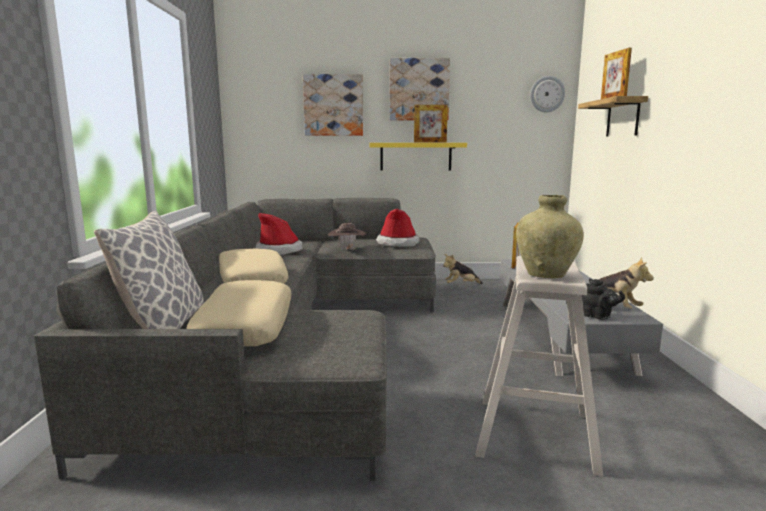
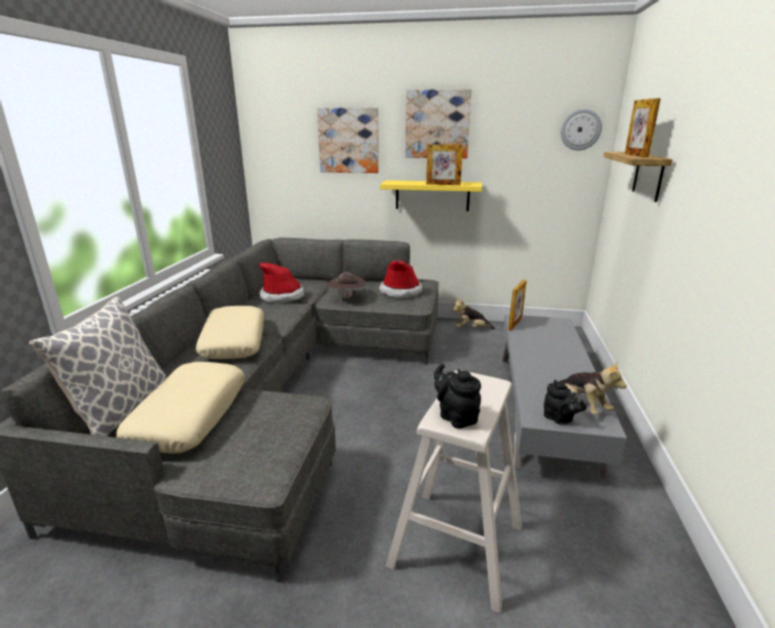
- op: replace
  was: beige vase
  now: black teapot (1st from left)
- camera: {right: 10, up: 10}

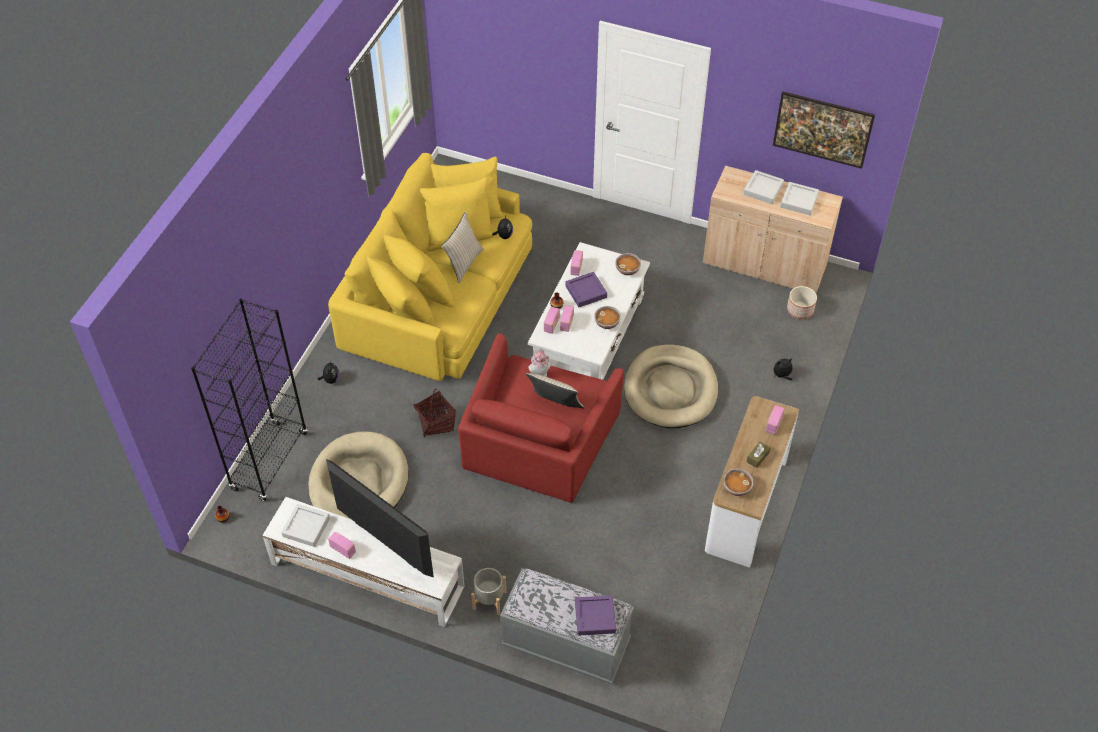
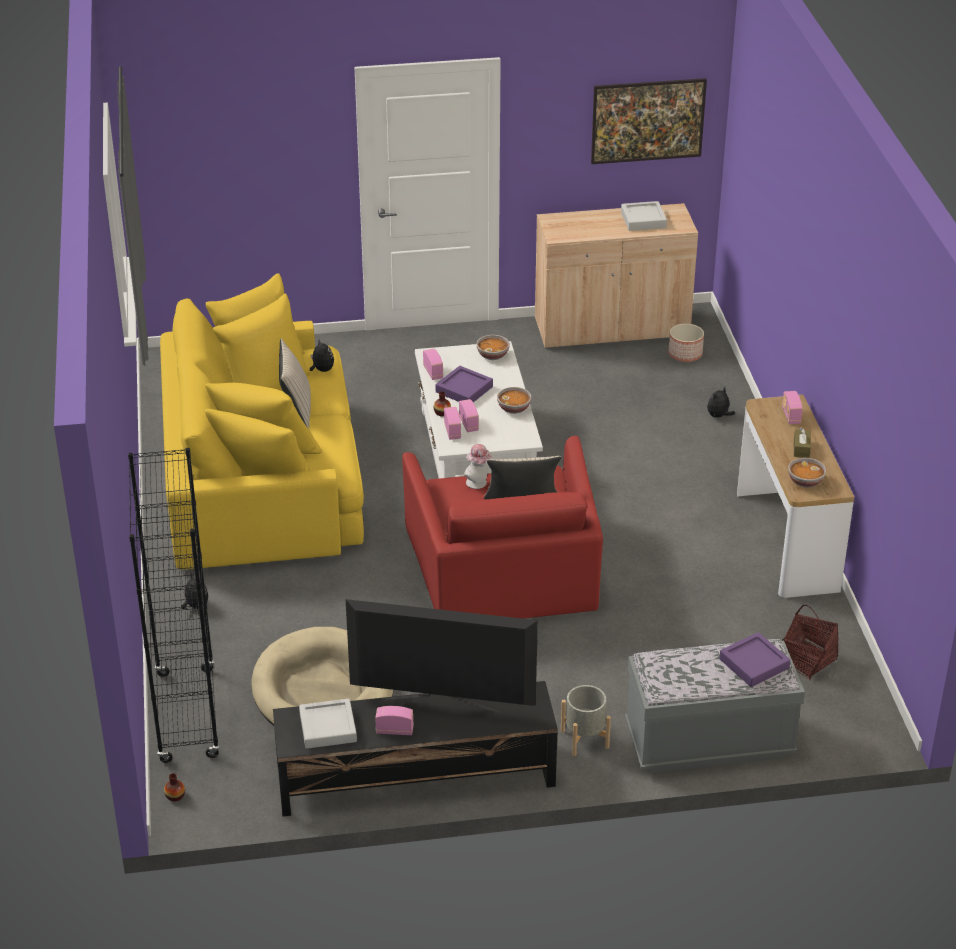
- op: delete
  was: grey tray (2nd from left)
- op: delete
  was: beige dog bed (2nd from left)
- op: move
  was: basket
- op: recolor
  was: white tv stand
  now: black tv stand
- camera: {right: -30, up: -15}

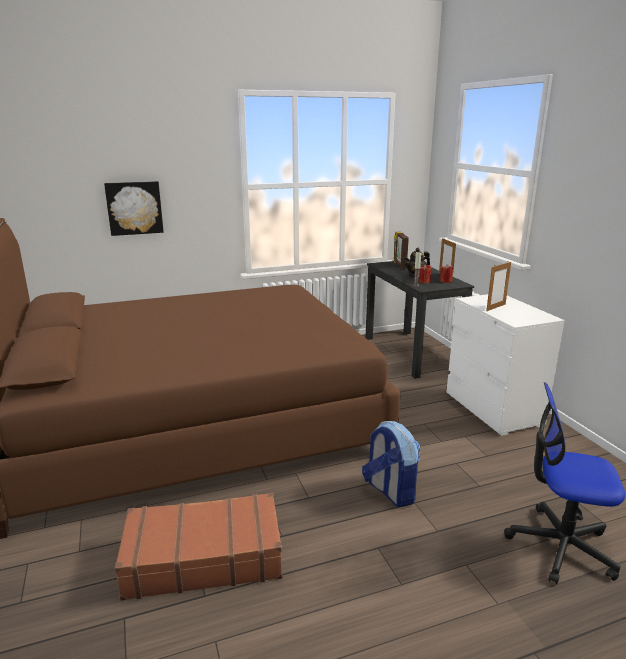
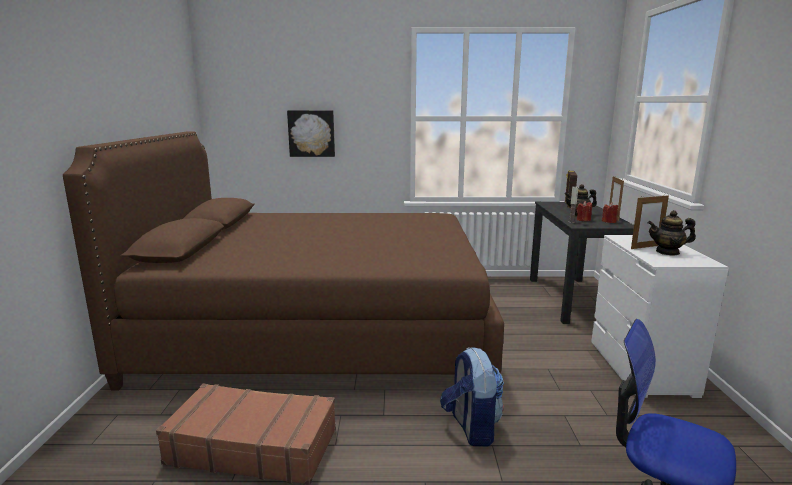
- op: insert
  now: teapot (2nd from left)
- camera: {right: 20, up: -5}

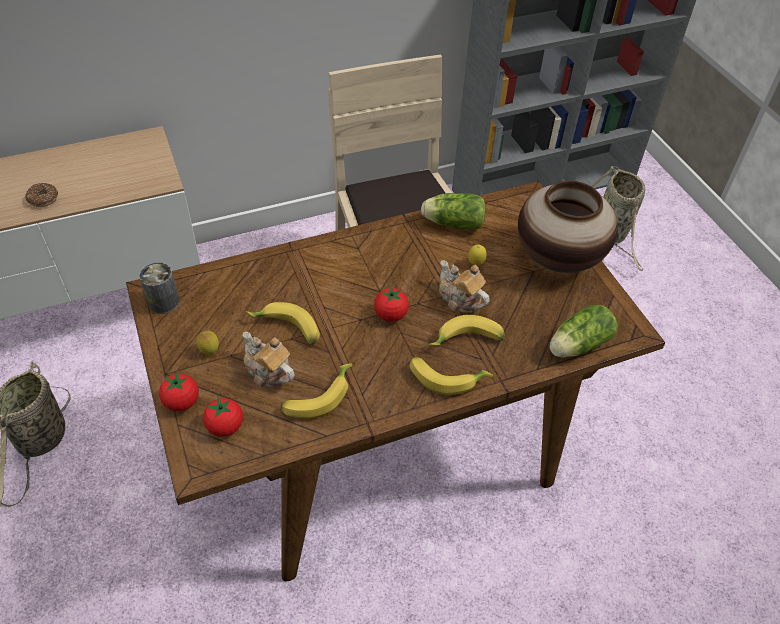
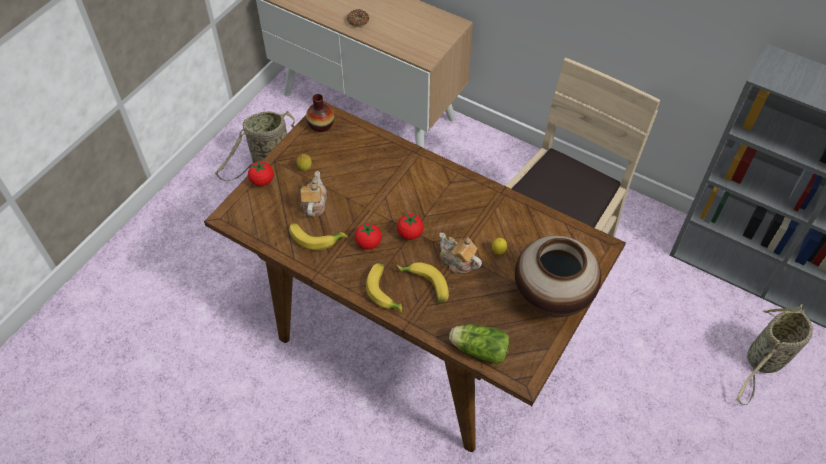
- op: delete
  was: lettuce (1st from left)
- op: rotate
  was: teapot (2nd from left)
  clockwise: -60
- op: replace
  was: can
  now: vase (1st from left)
- op: delete
  was: banana (1st from left)
- op: move
  was: tomato (2nd from left)
- camera: {right: 55, up: 5}

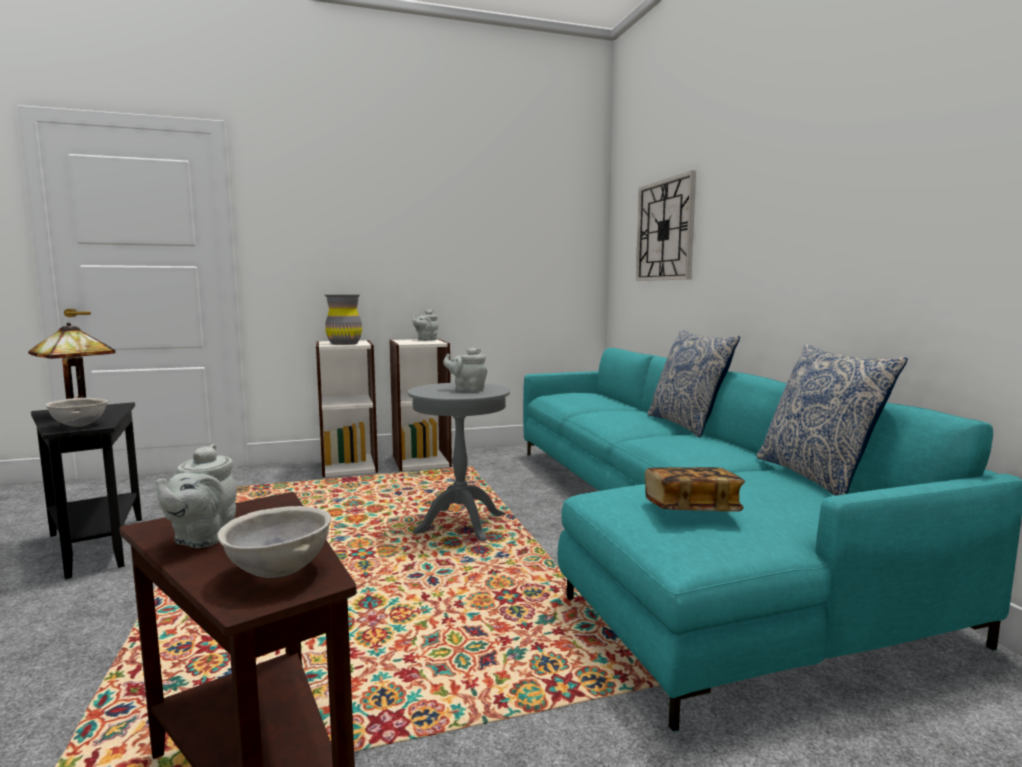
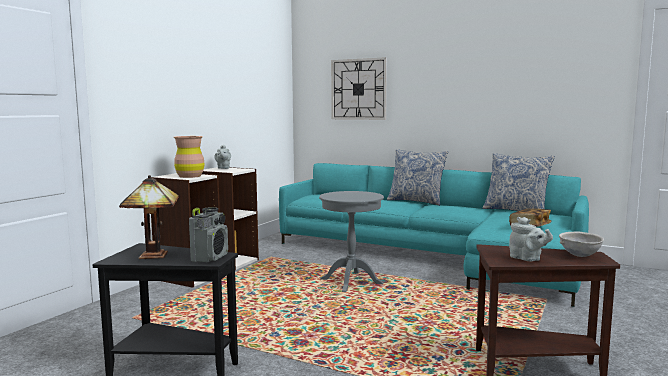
- op: recolor
  was: grey vase
  now: brown vase
- op: delete
  was: grey teapot (3rd from left)
- op: replace
  was: grey bowl (1st from left)
  now: radio
- camera: {right: -45, up: 0}

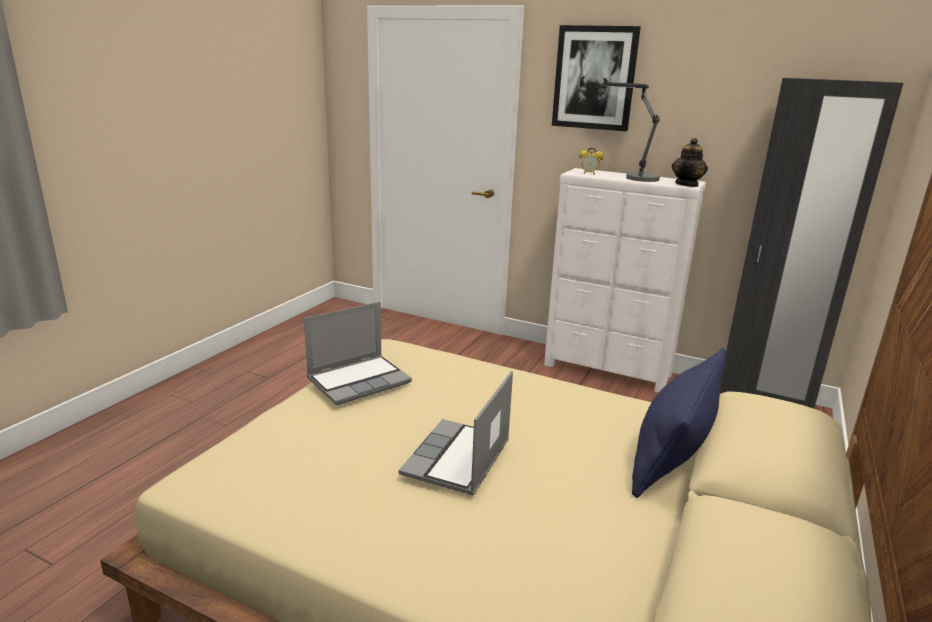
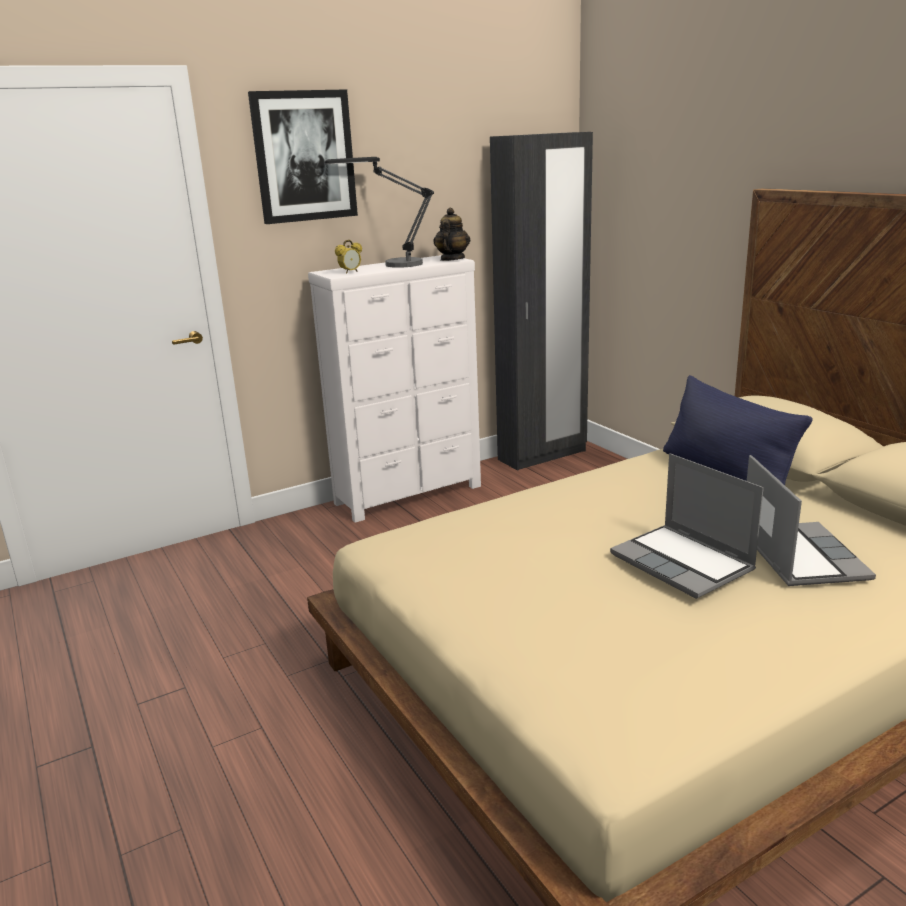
- op: rotate
  was: teapot
  clockwise: -135
- op: move
  was: laptop (1st from left in the first image)
  now: laptop (2nd from left)
- camera: {right: -55, up: 0}

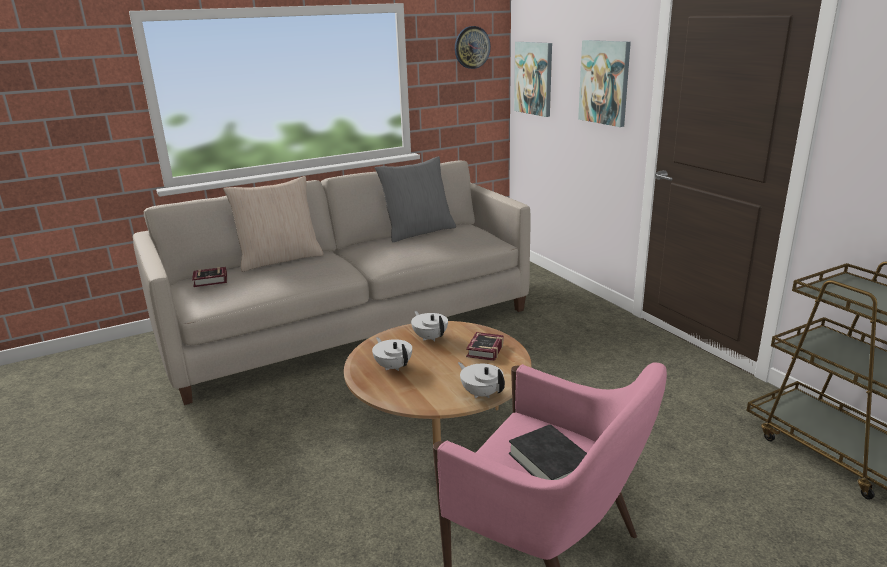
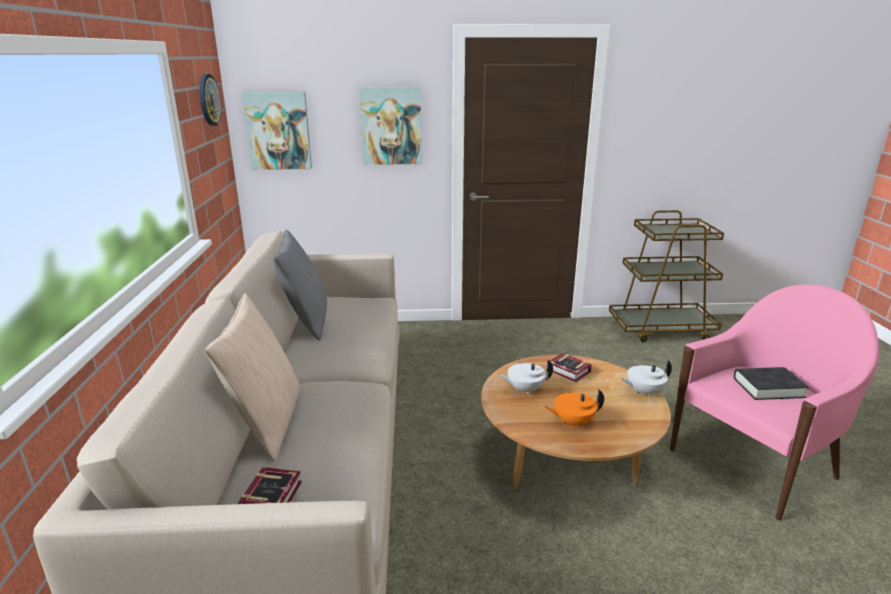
- op: recolor
  was: white teapot (1st from left)
  now: orange teapot
- camera: {right: -65, up: 0}

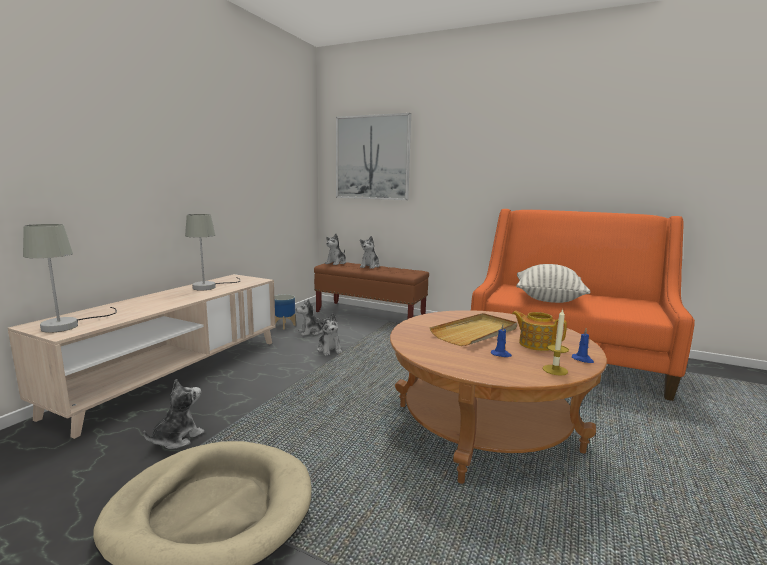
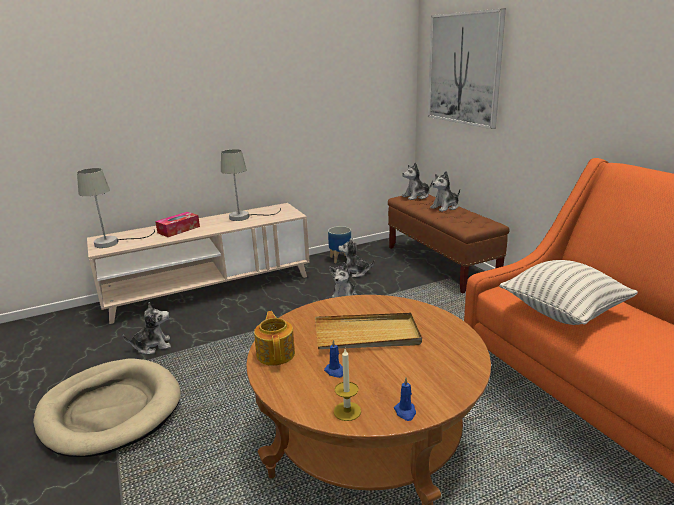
- op: move
  was: teapot
- op: insert
  now: tissue box
- camera: {right: 40, up: 10}

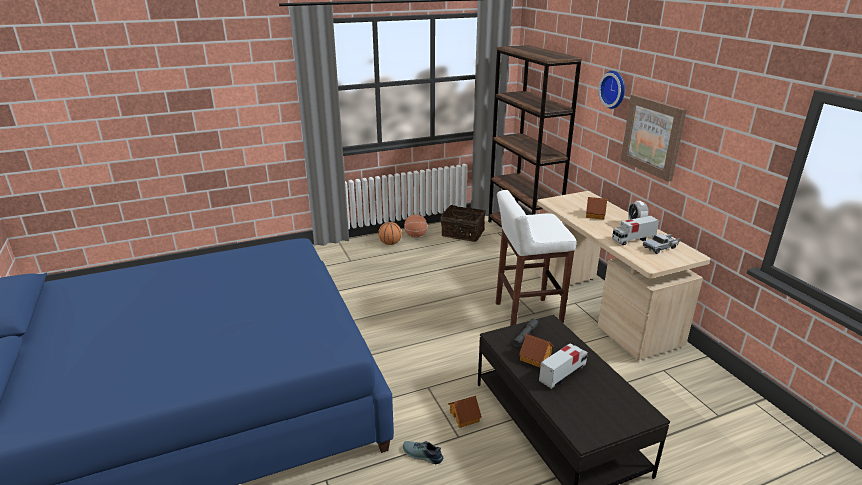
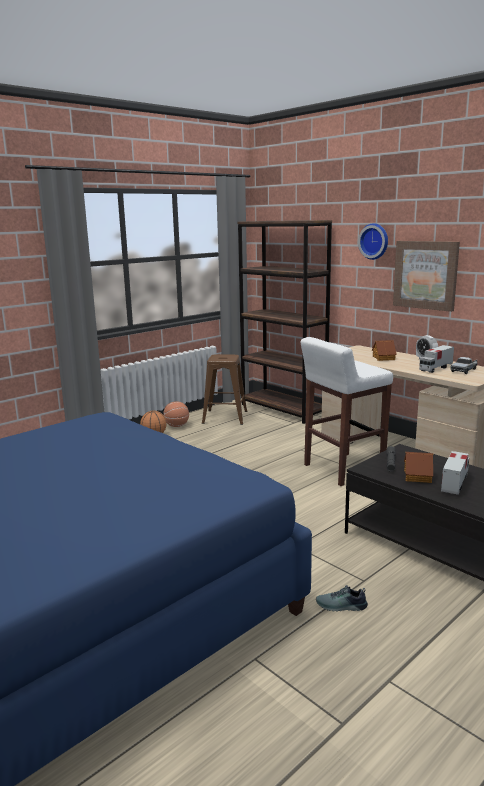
- op: replace
  was: basket
  now: brown stool
- op: delete
  was: toy house (1st from left)
- camera: {right: -20, up: -10}

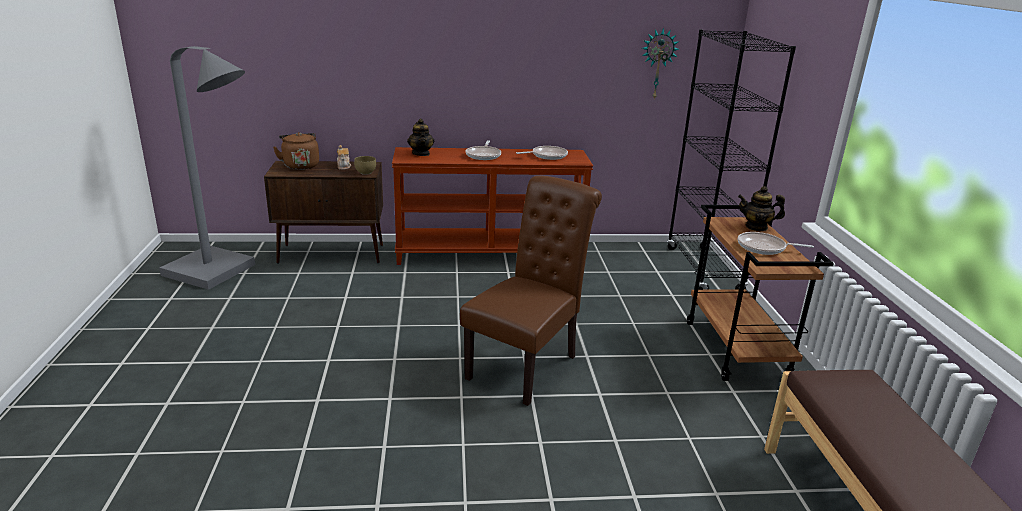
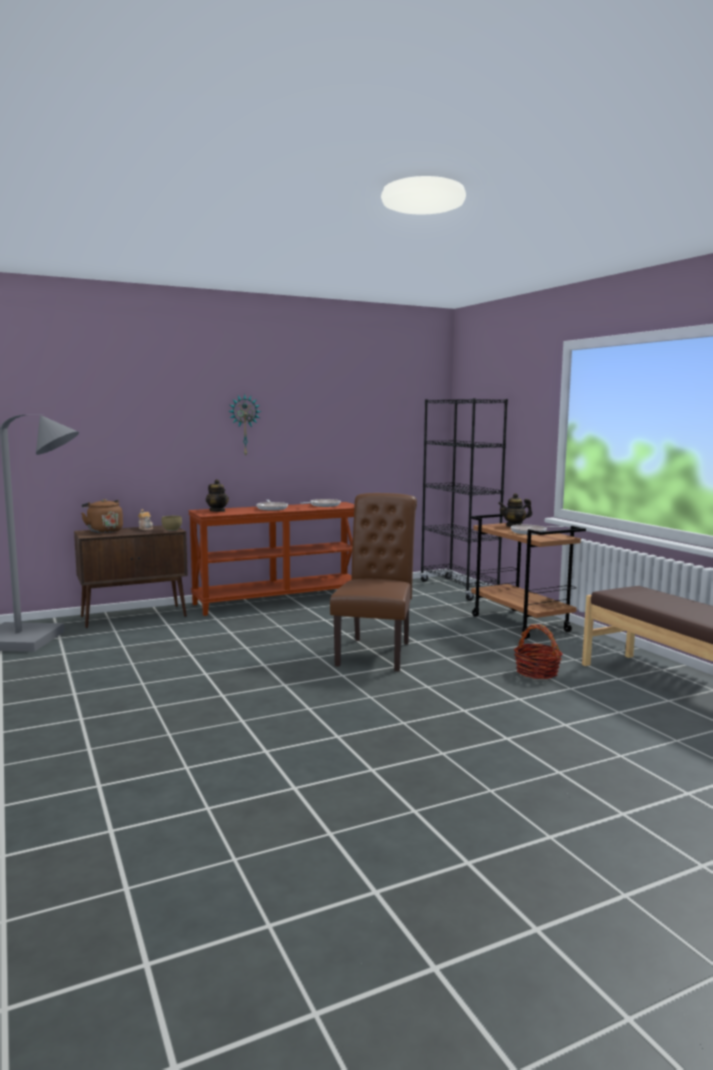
- op: move
  was: wall clock
- op: insert
  now: basket
- camera: {right: -20, up: -15}

